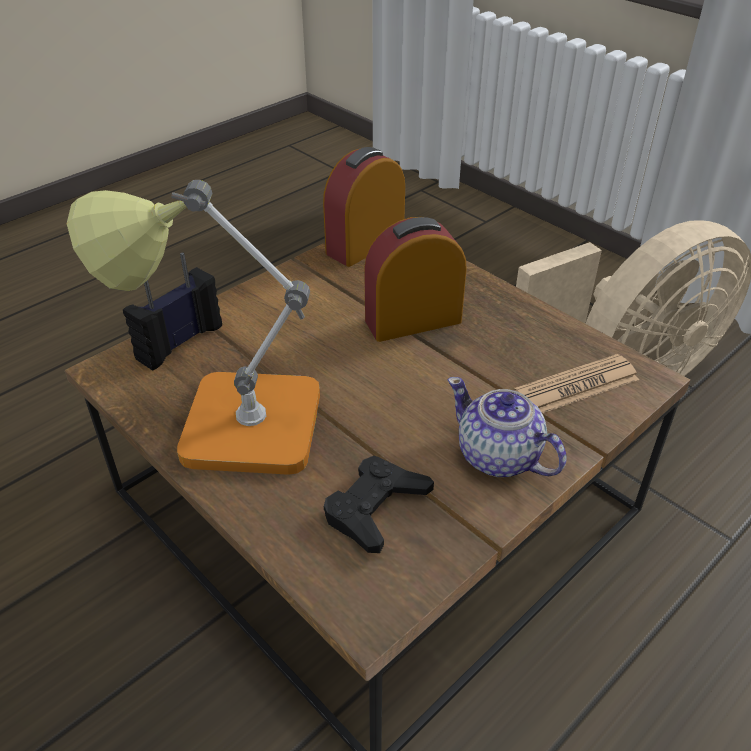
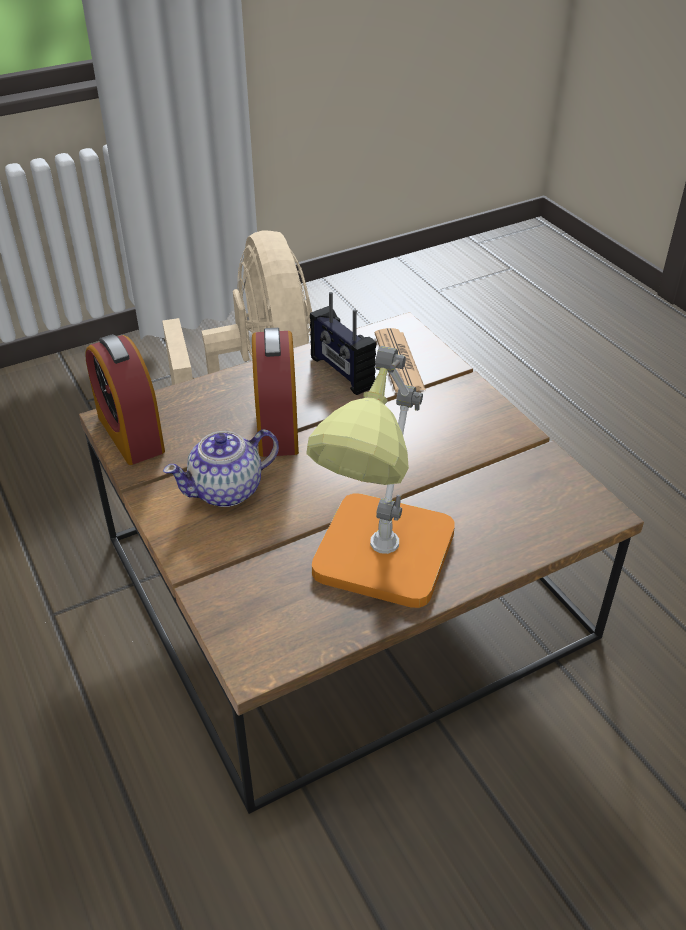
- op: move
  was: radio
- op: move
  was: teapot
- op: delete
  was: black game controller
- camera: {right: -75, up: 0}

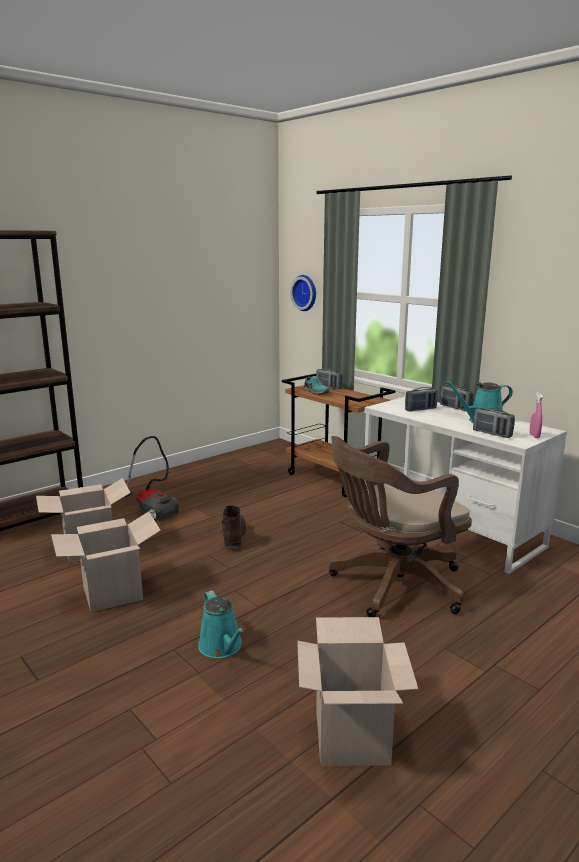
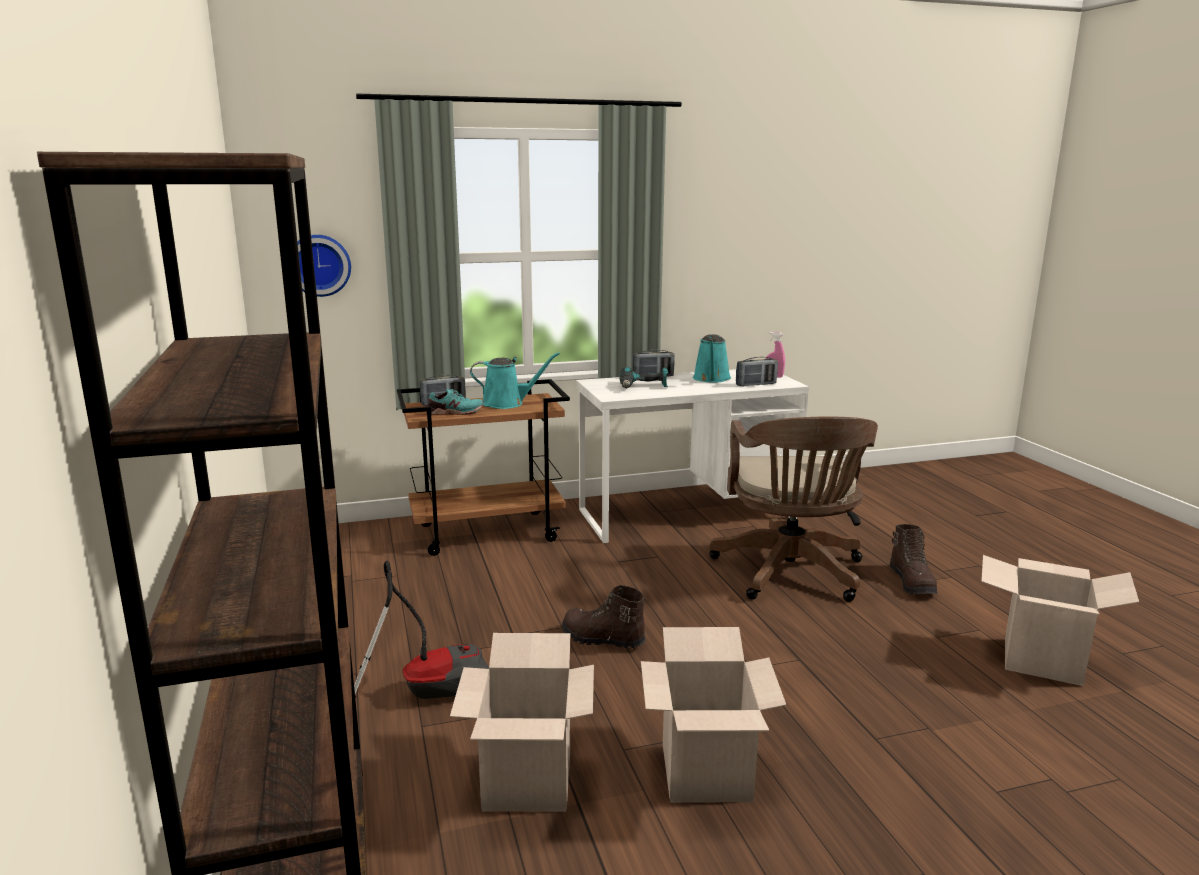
- op: replace
  was: radio (2nd from left)
  now: power drill
- op: move
  was: turquoise watering can (1st from left)
- op: insert
  now: brown boot (2nd from left)
- camera: {right: -65, up: 0}

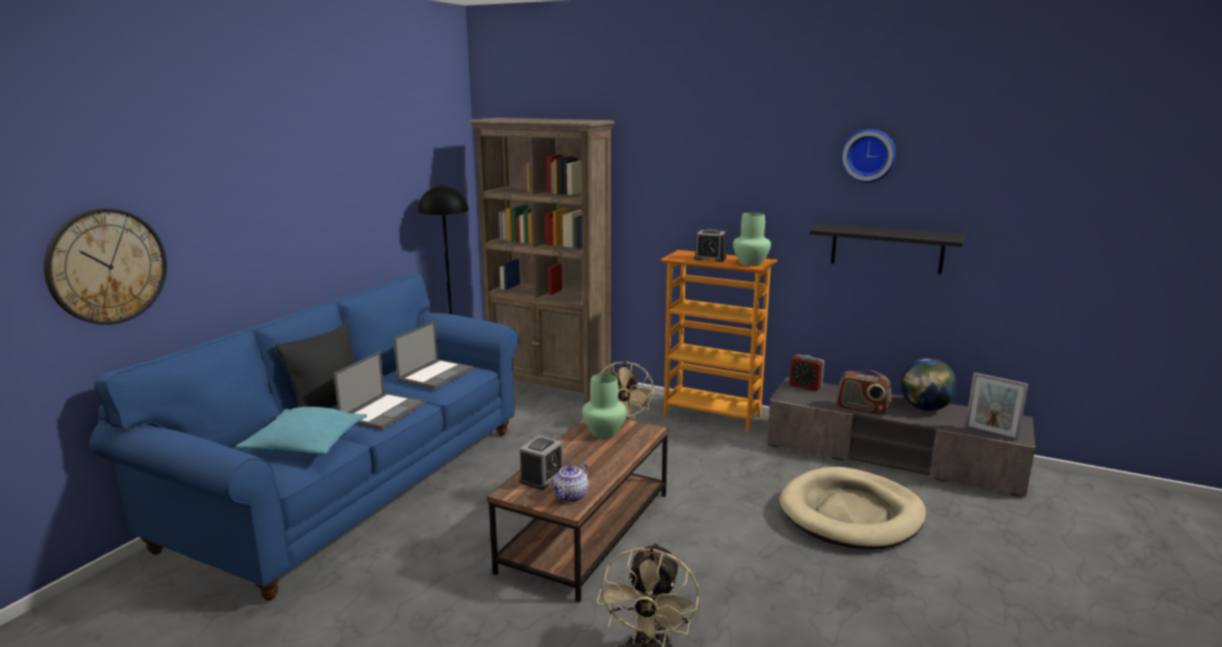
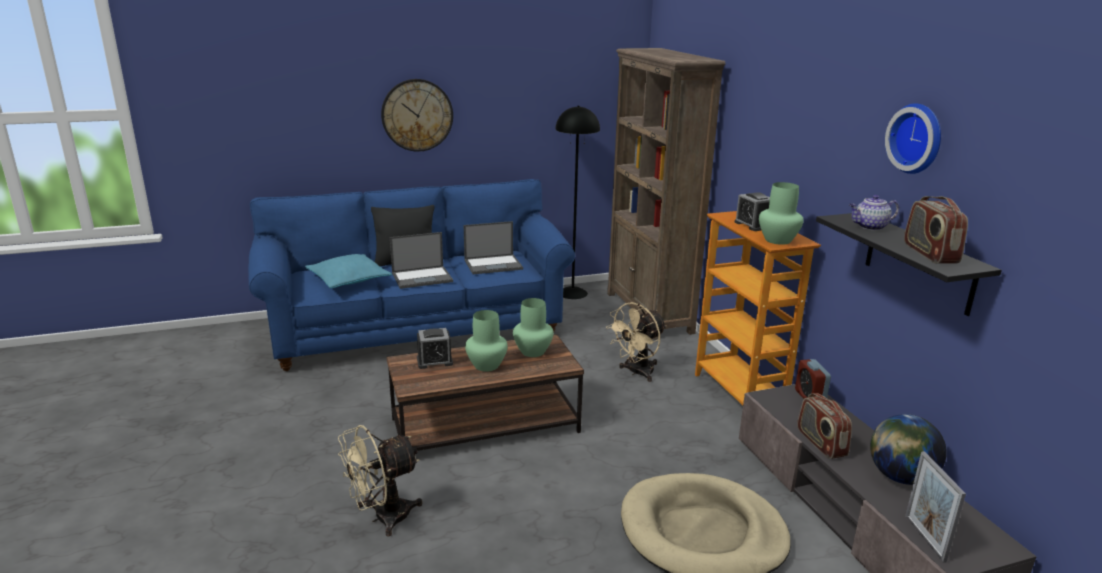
- op: move
  was: wall clock (1st from left)
- op: move
  was: teapot
- op: insert
  now: radio (2nd from left)
- op: insert
  now: green vase (1st from left)
- camera: {right: 45, up: 5}

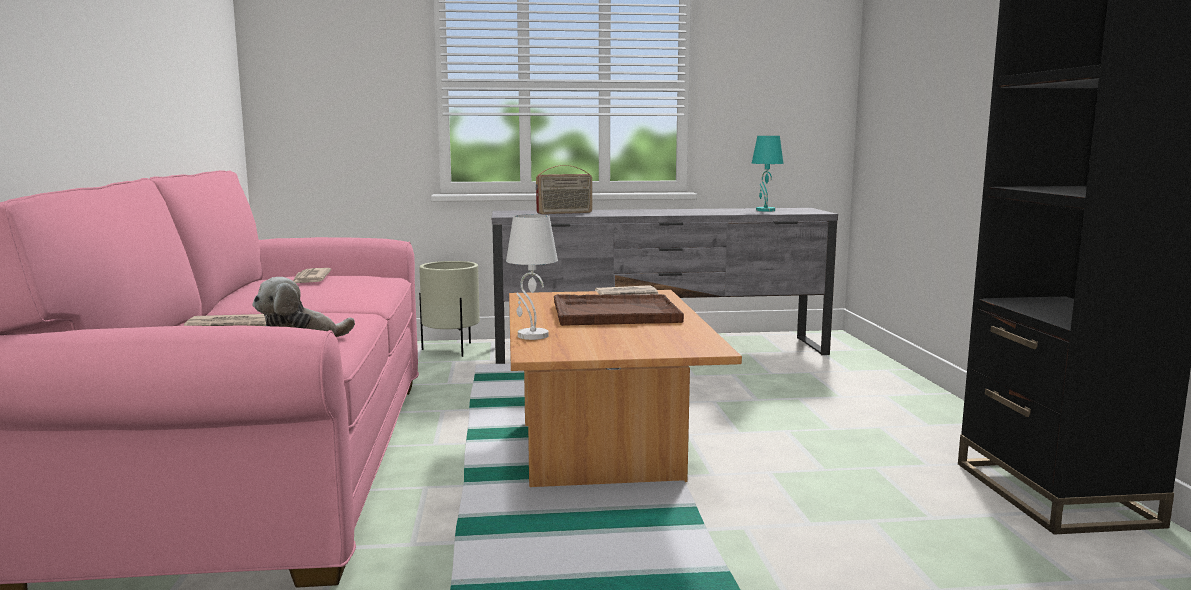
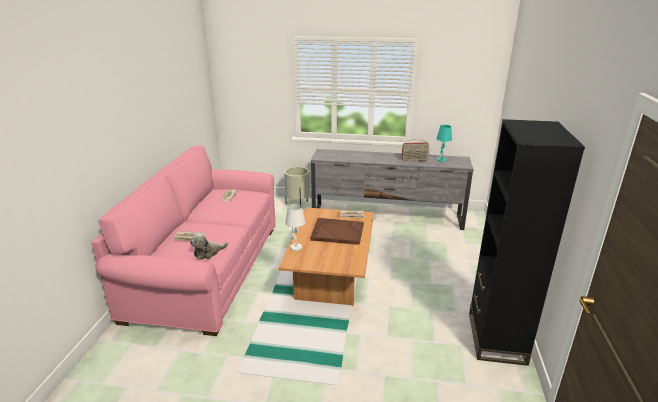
- op: move
  was: radio
- camera: {right: 15, up: 15}

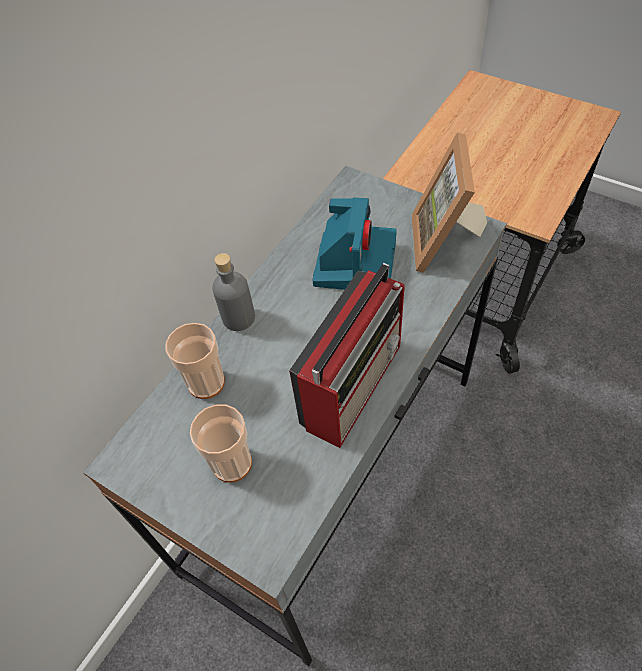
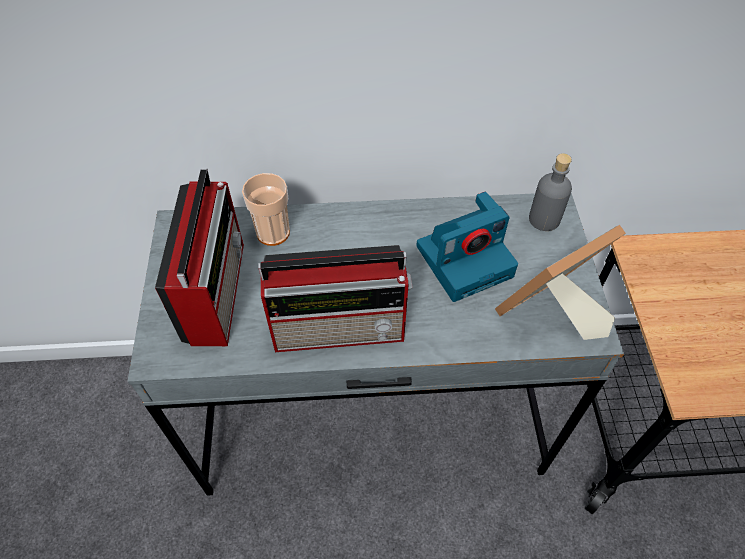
- op: move
  was: grey bottle
- op: replace
  was: cup (2nd from left)
  now: radio (1st from left)
- camera: {right: 50, up: 0}

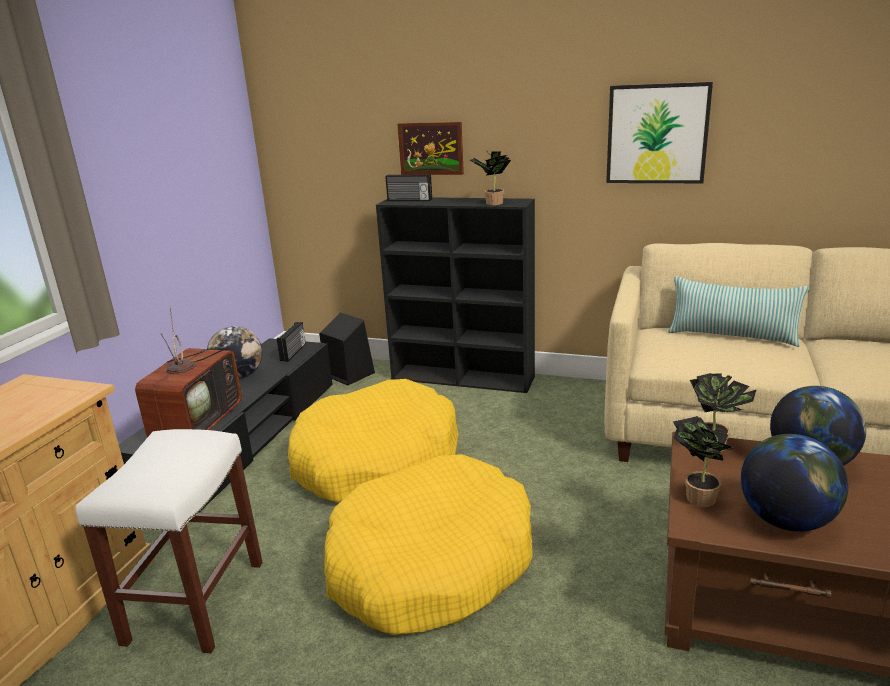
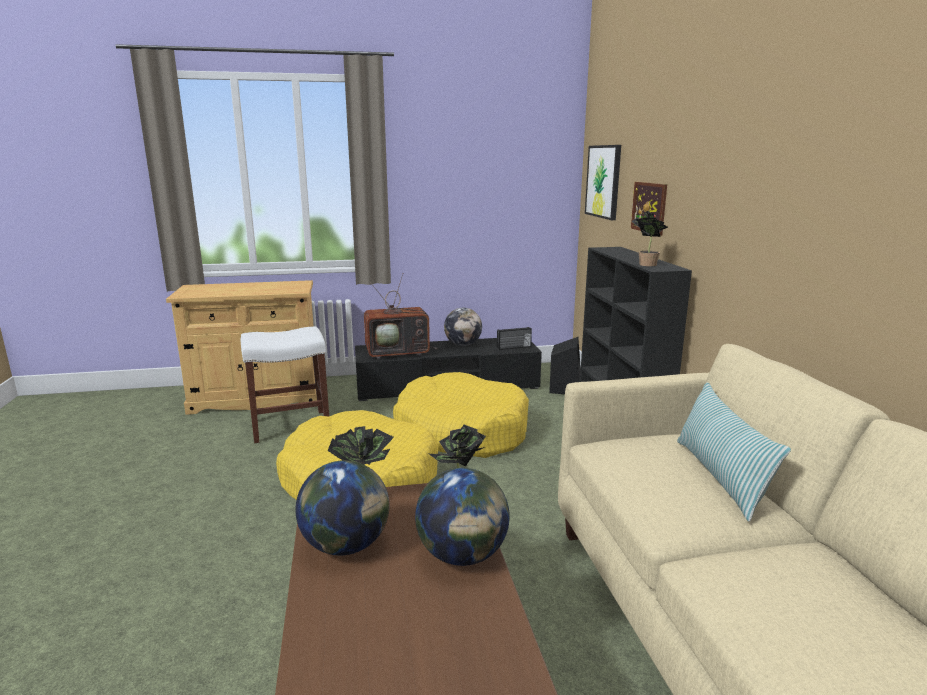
- op: move
  was: picture (2nd from left in the first image)
  now: picture (1st from left)
- op: delete
  was: radio (2nd from left)
- camera: {right: 60, up: -5}

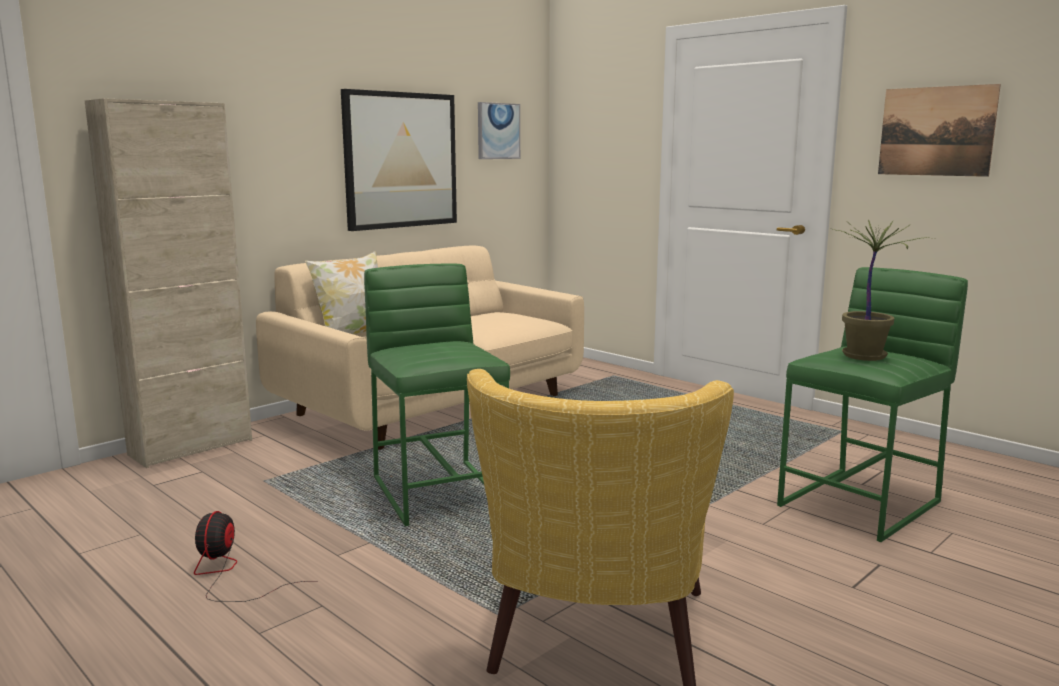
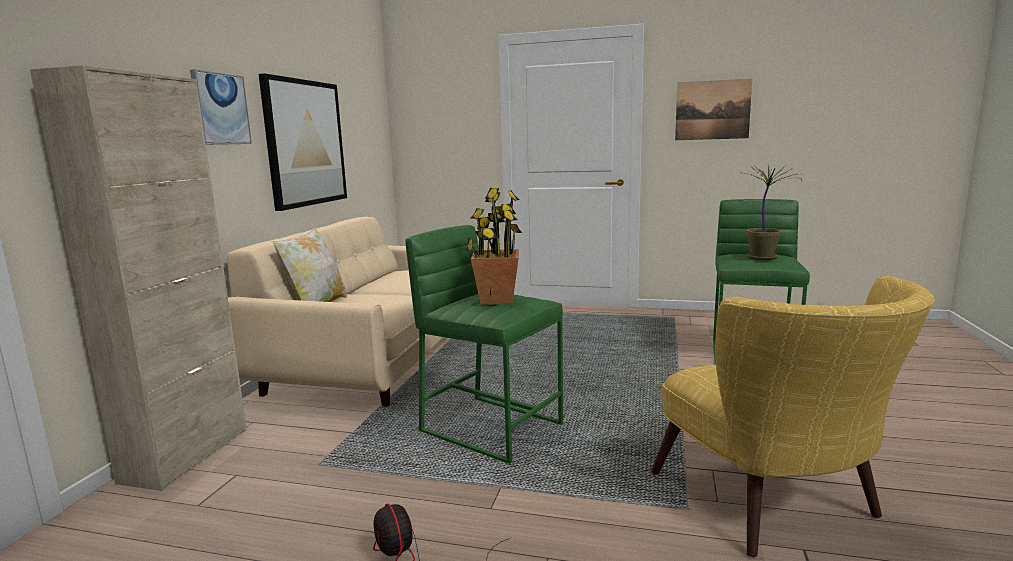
- op: move
  was: picture (2nd from left in the first image)
  now: picture (1st from left)
- op: insert
  now: potted plant (1st from left)
- camera: {right: -30, up: 0}

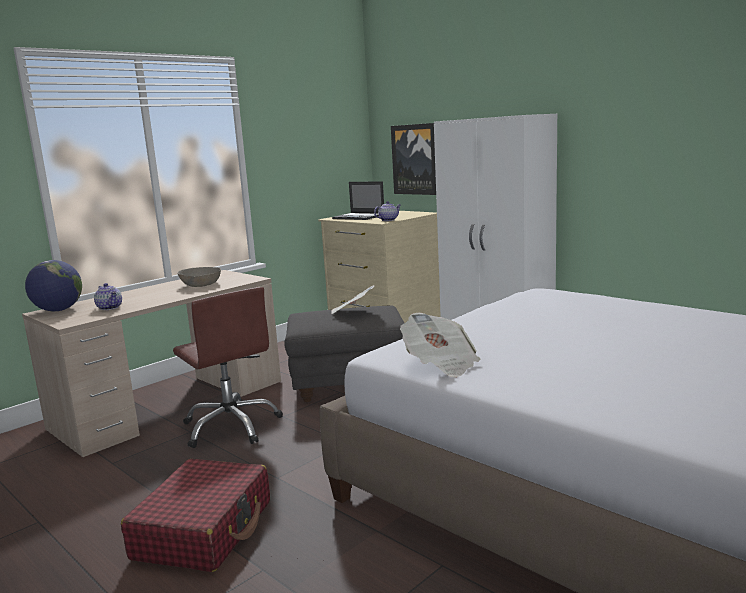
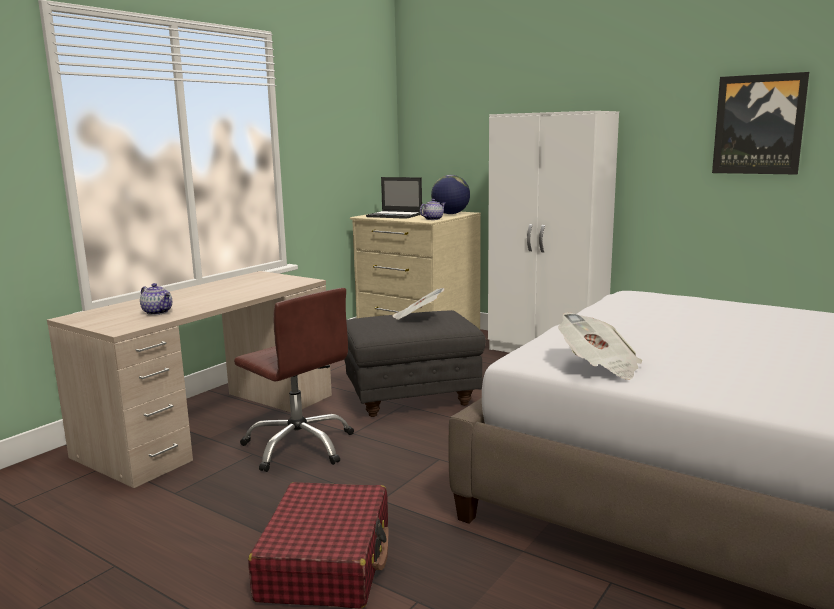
- op: move
  was: picture
- op: move
  was: globe
- op: delete
  was: grey bowl
- camera: {right: -10, up: 0}

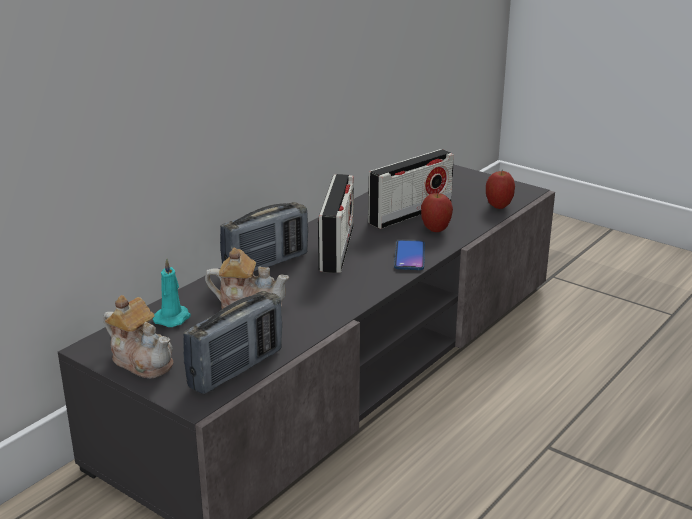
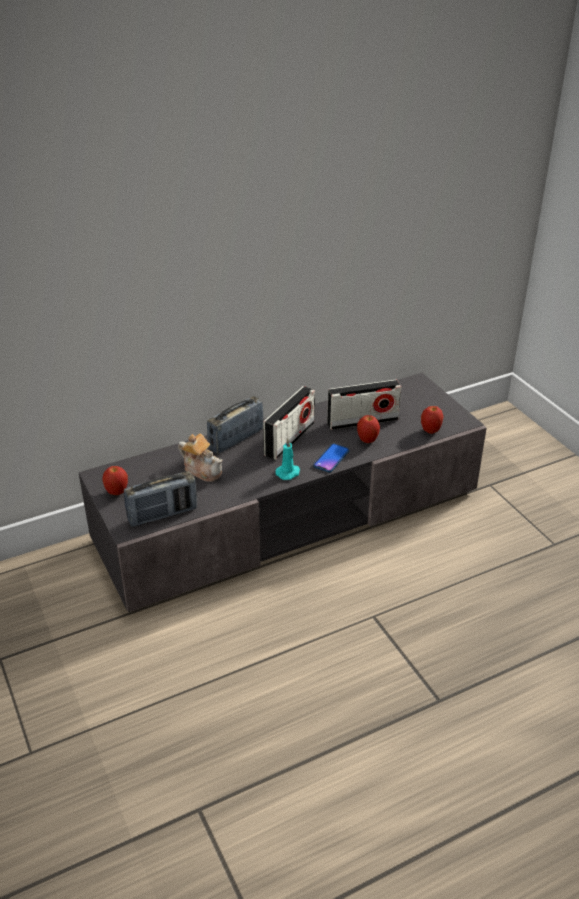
- op: rotate
  was: radio (2nd from left)
  clockwise: 150
- op: move
  was: turquoise candle
- op: replace
  was: teapot (1st from left)
  now: apple (1st from left)
- camera: {right: 25, up: 10}

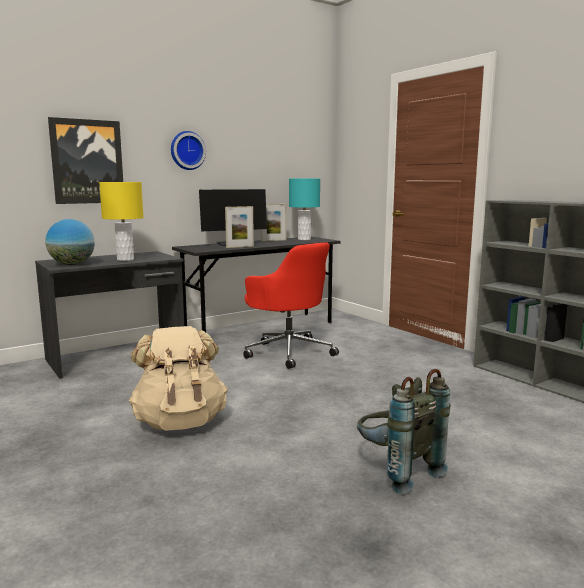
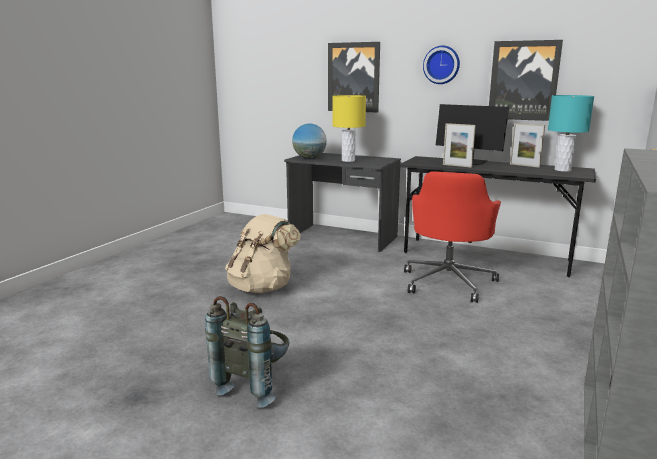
- op: insert
  now: picture (2nd from left)
- camera: {right: 60, up: 5}

